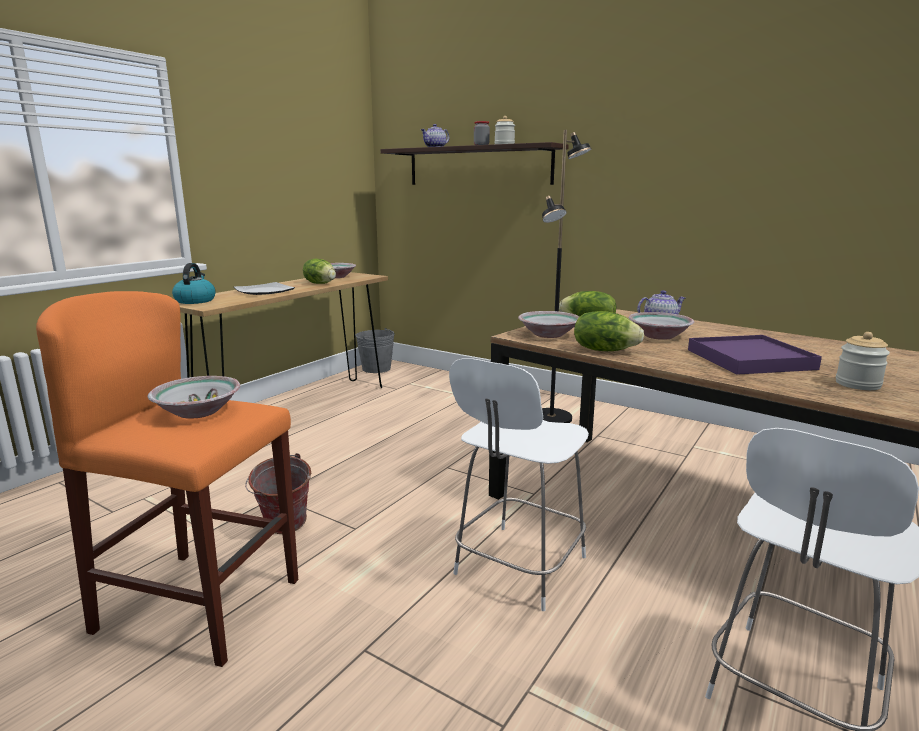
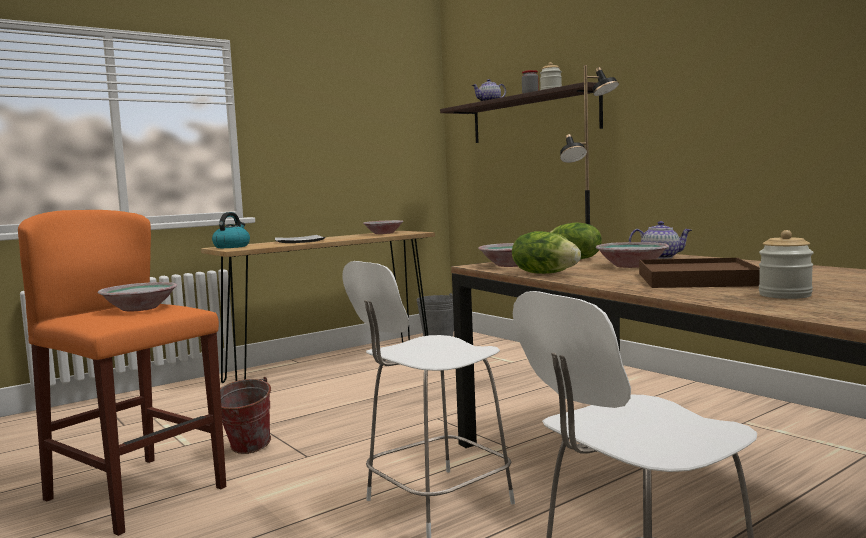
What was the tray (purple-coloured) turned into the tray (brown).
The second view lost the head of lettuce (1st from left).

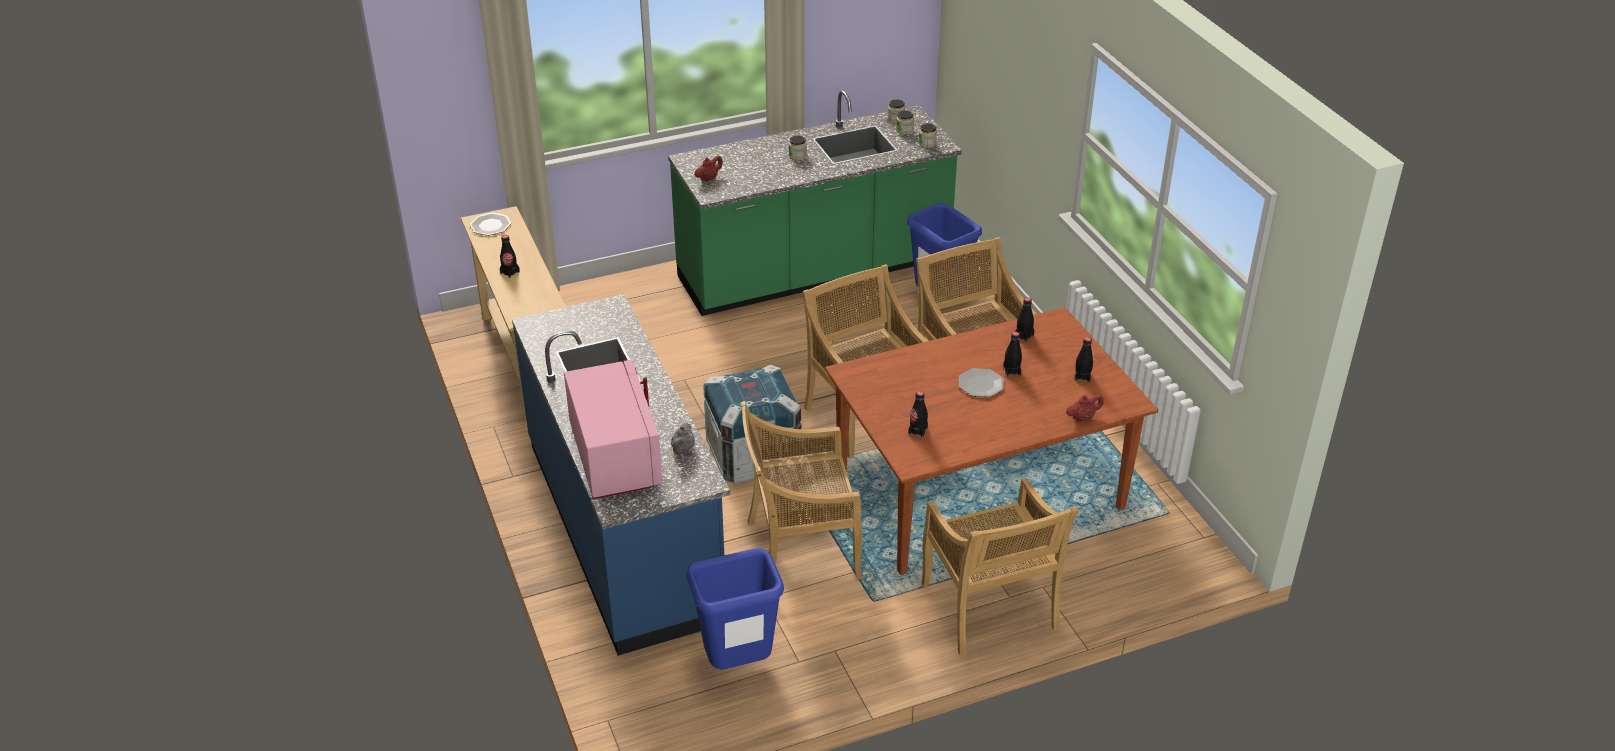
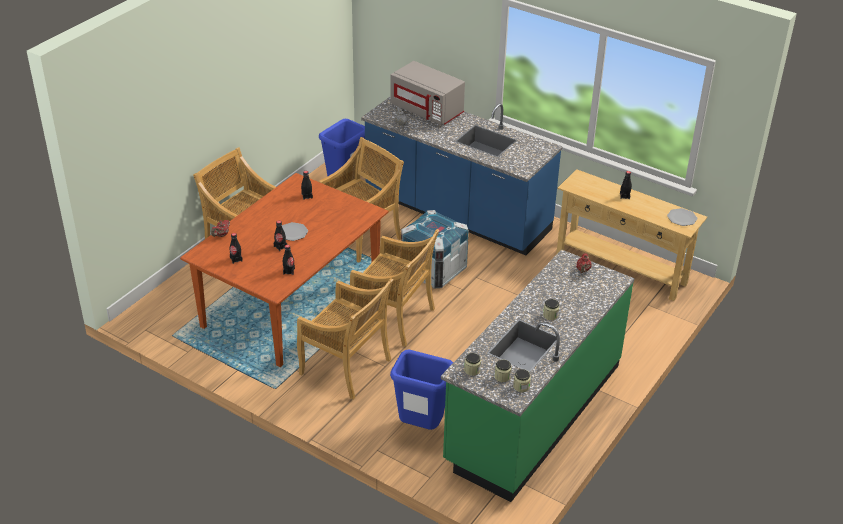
What was the microwave (pinkish) turned into the microwave (gray).

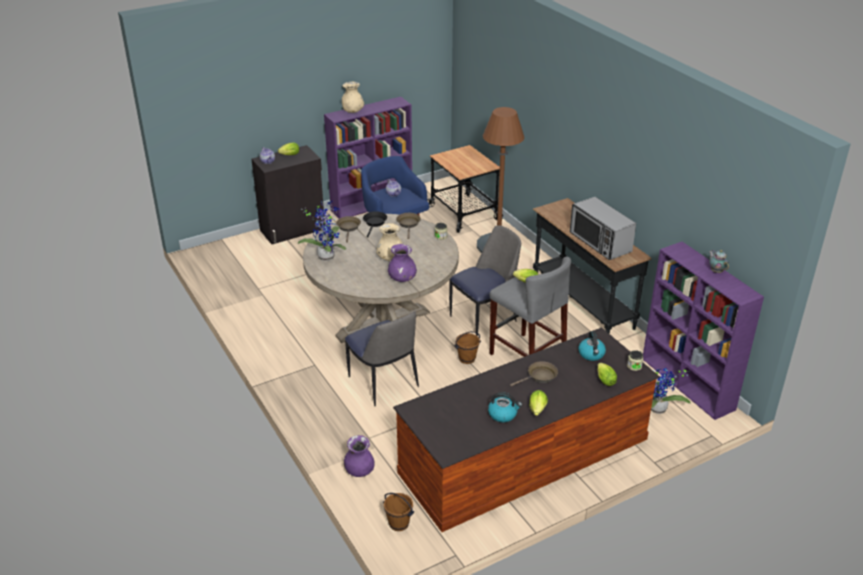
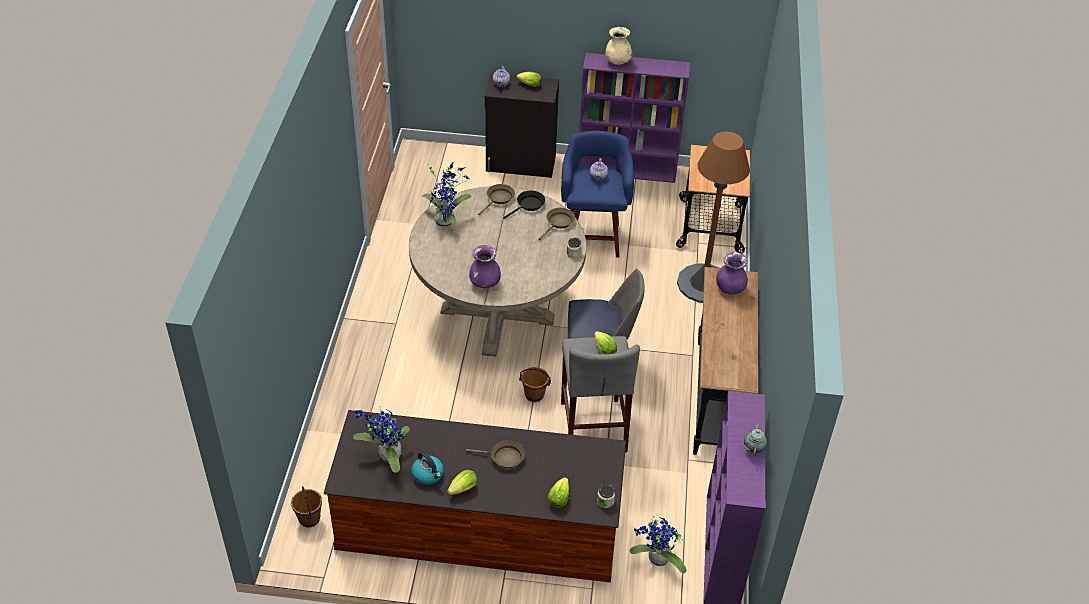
The second view gained the plant in a pot (1st from left).
The vase (purple-coloured) (1st from left in the first image) ended up elsewhere.
The second view lost the chair (1st from left).
The second view lost the vase (beige) (2nd from left).
The second view lost the microwave.
The second view lost the tea kettle (2nd from left).

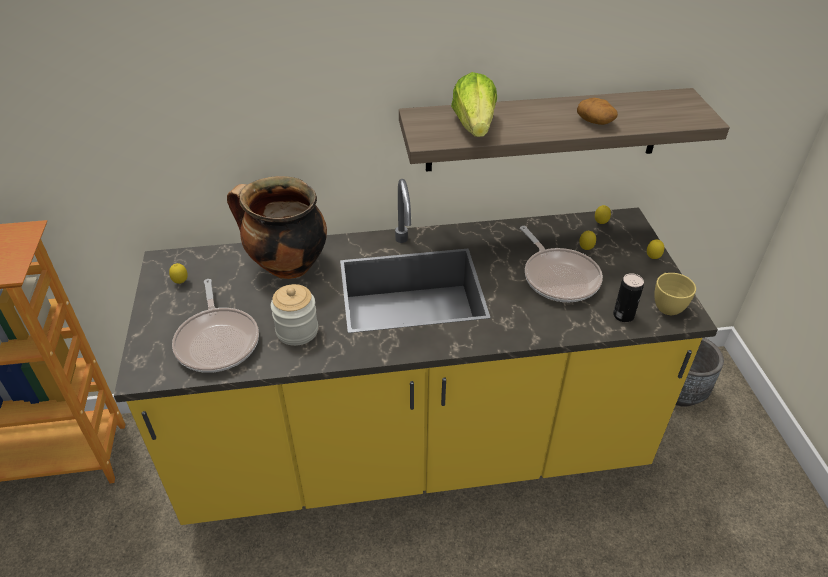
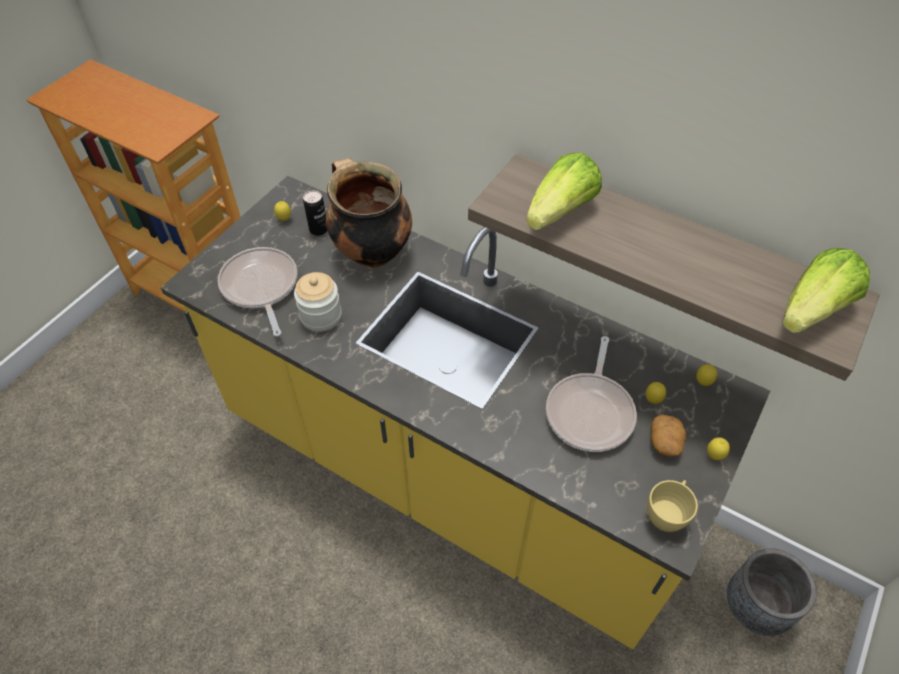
The frying pan (1st from left) ended up facing another way, 135 degrees clockwise from before.
The metal can ended up elsewhere.
The spud ended up elsewhere.
The second view gained the head of lettuce (2nd from left).

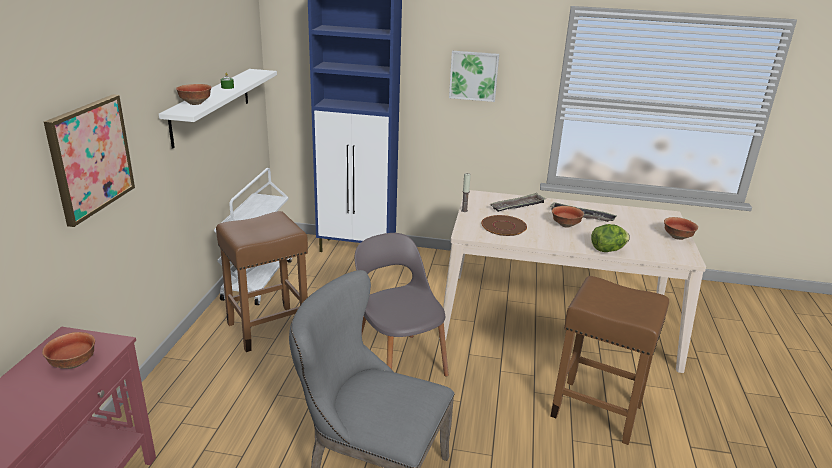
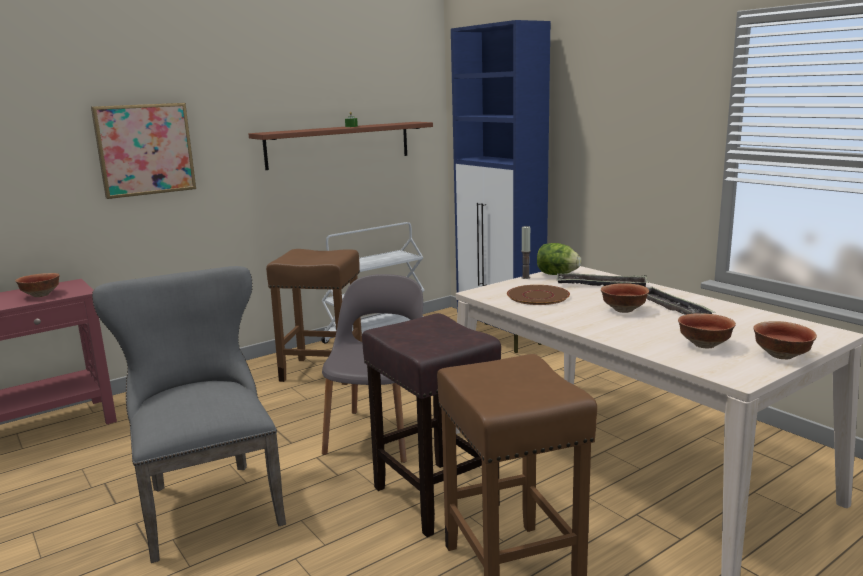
What was the shelf (whitish) turned into the shelf (brown).
The second view gained the stool (brown) (2nd from left).
The head of lettuce ended up elsewhere.
The bowl (2nd from left in the first image) ended up elsewhere.
The second view lost the wall art (2nd from left).

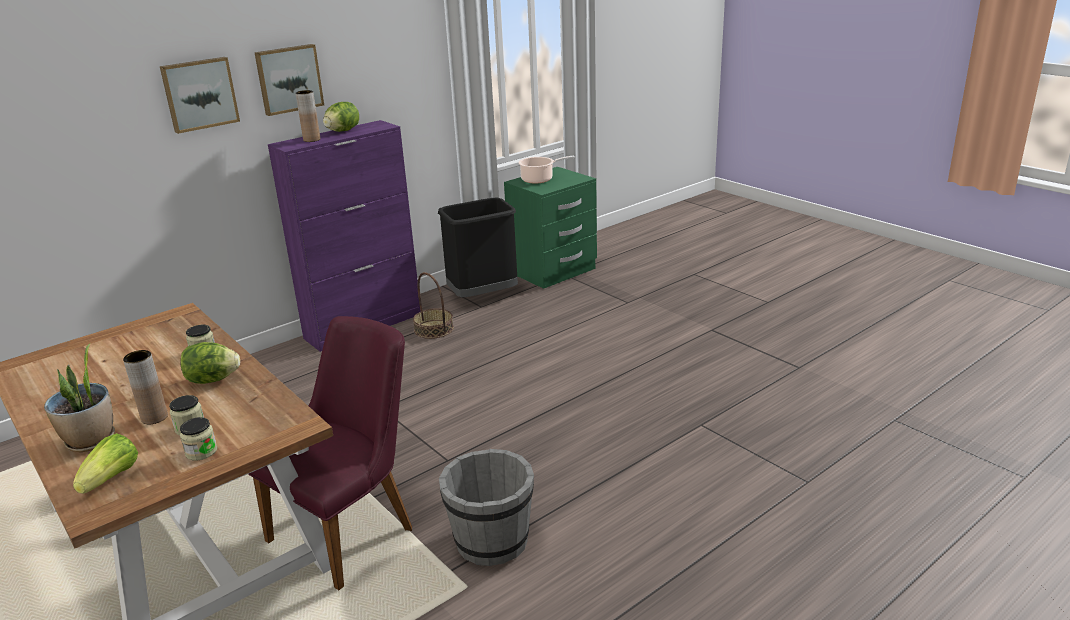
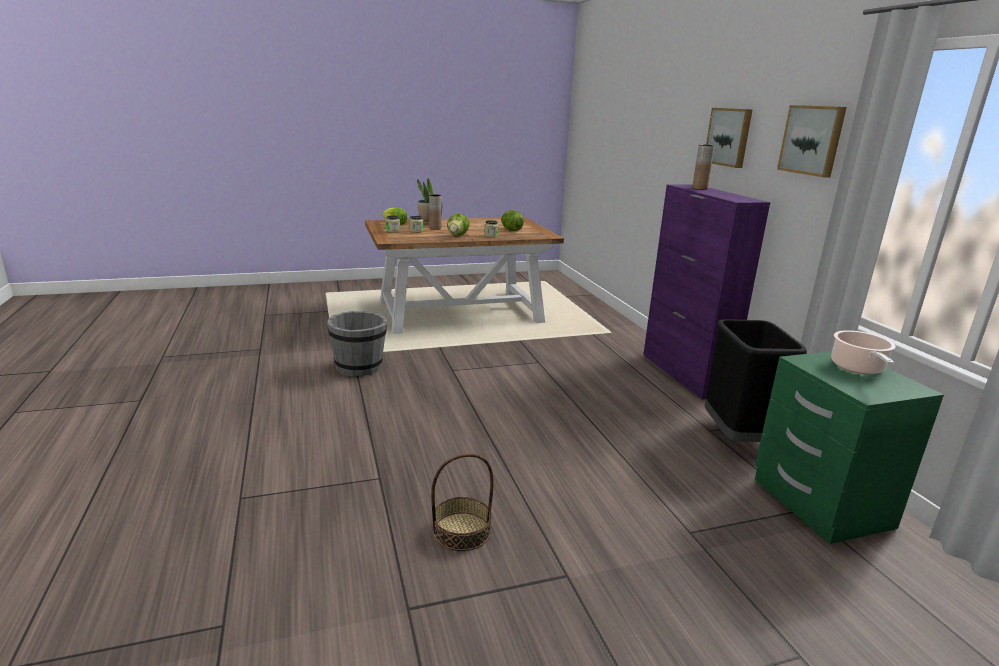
The storage basket ended up elsewhere.
The head of lettuce (3rd from left) ended up elsewhere.
The wall art (1st from left in the first image) ended up elsewhere.
The second view lost the chair (purple-coloured).

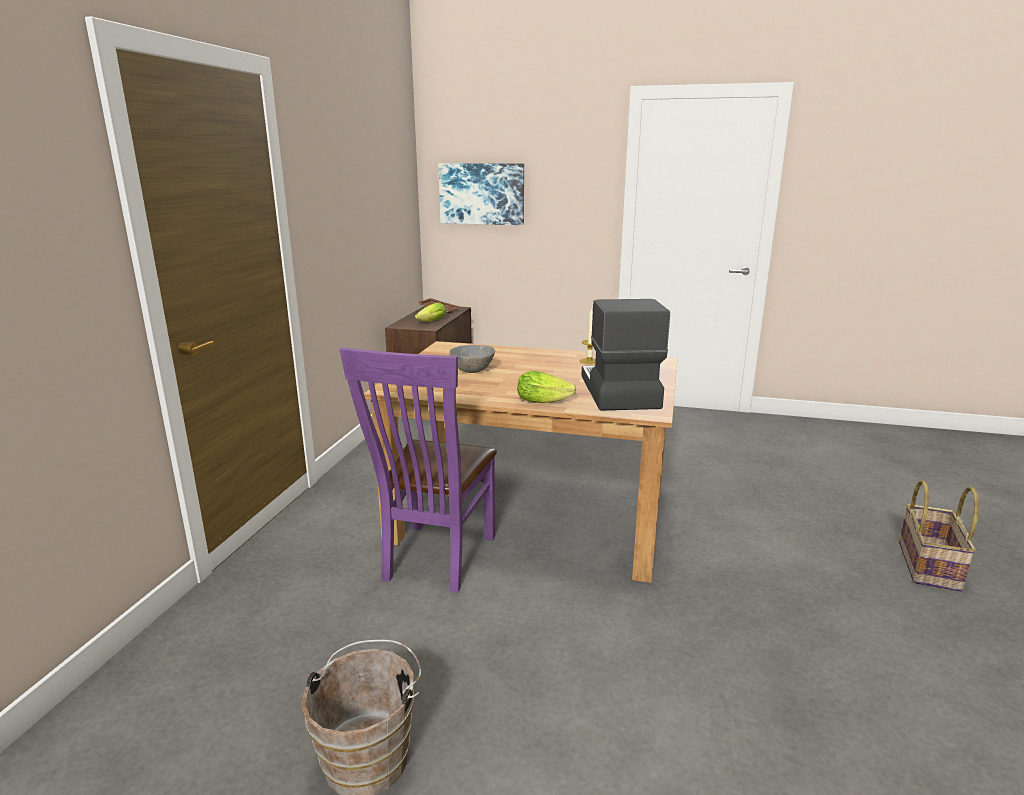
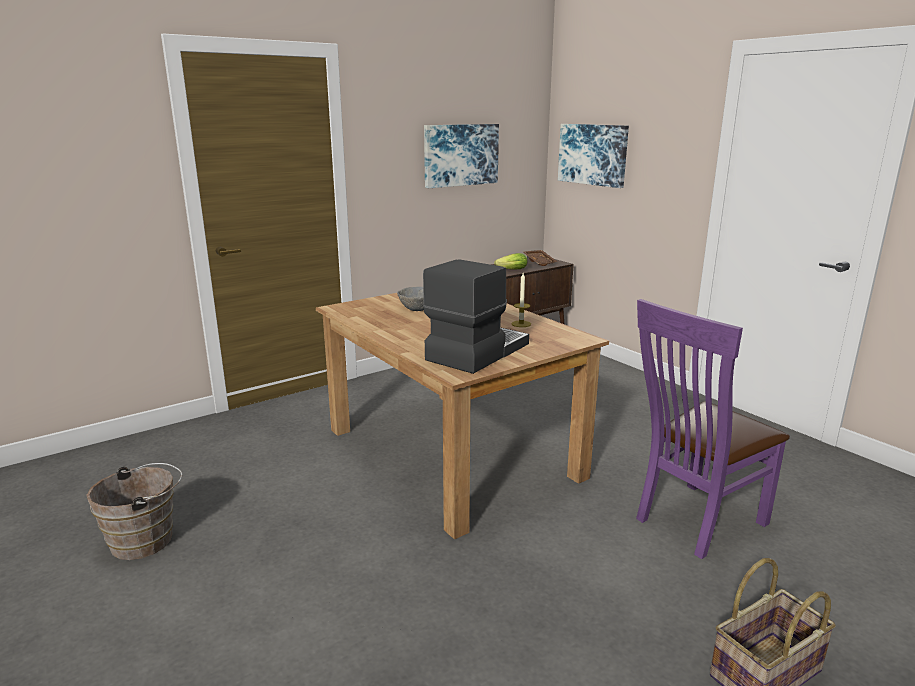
The second view gained the wall art (1st from left).
The chair (purple-coloured) ended up elsewhere.
The second view lost the head of lettuce (2nd from left).

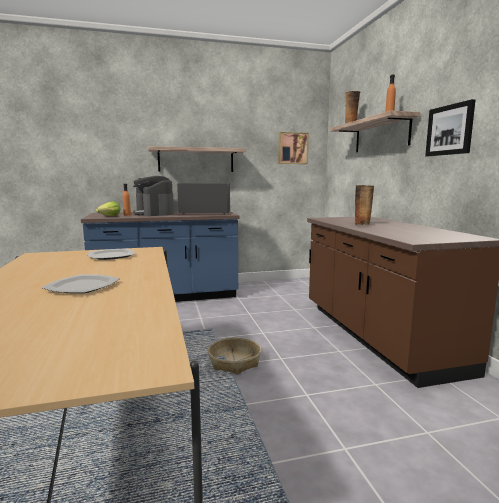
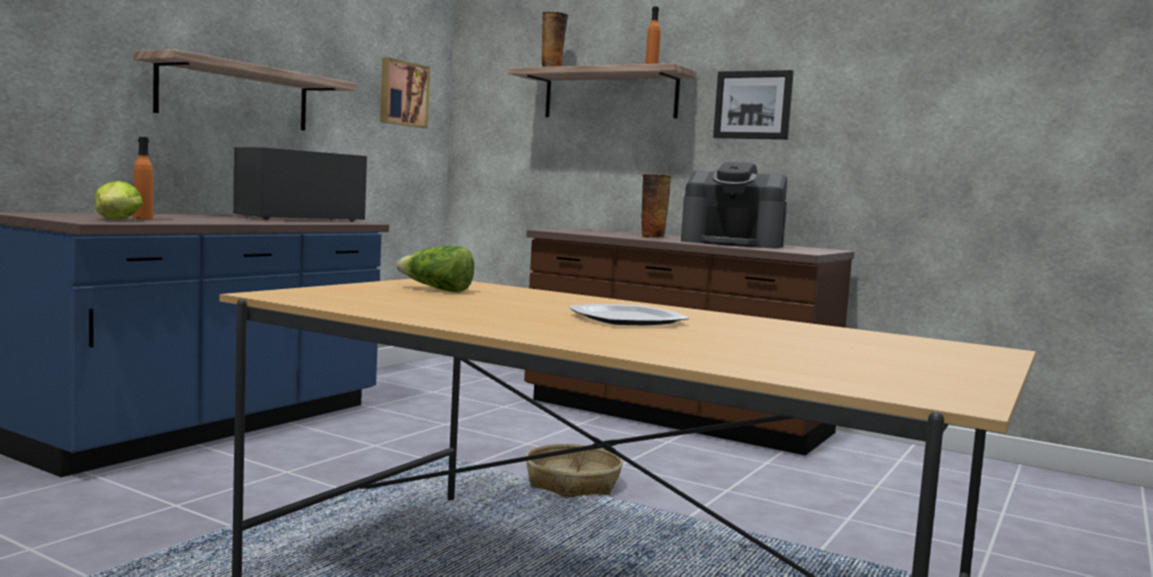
Where the flat dish (2nd from left) stood, the head of lettuce (2nd from left) came to stand.
The coffee machine ended up elsewhere.

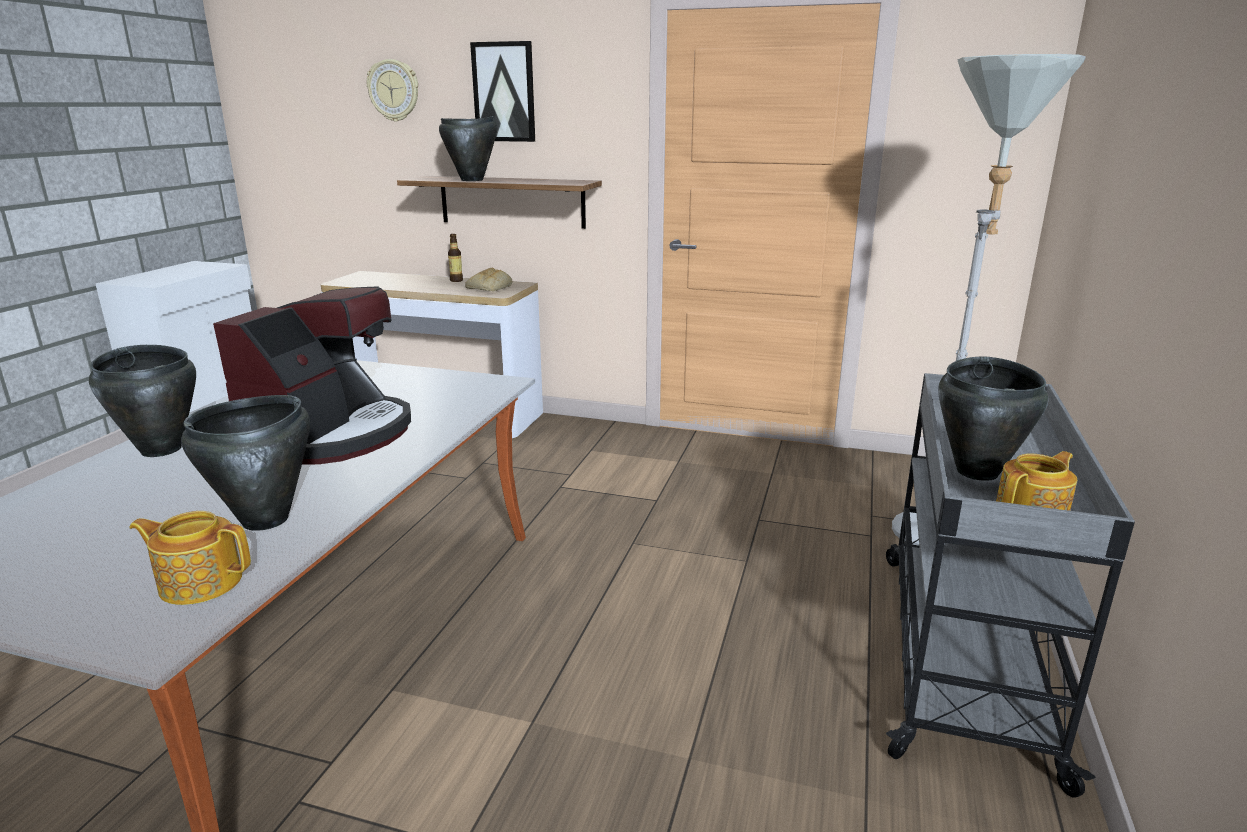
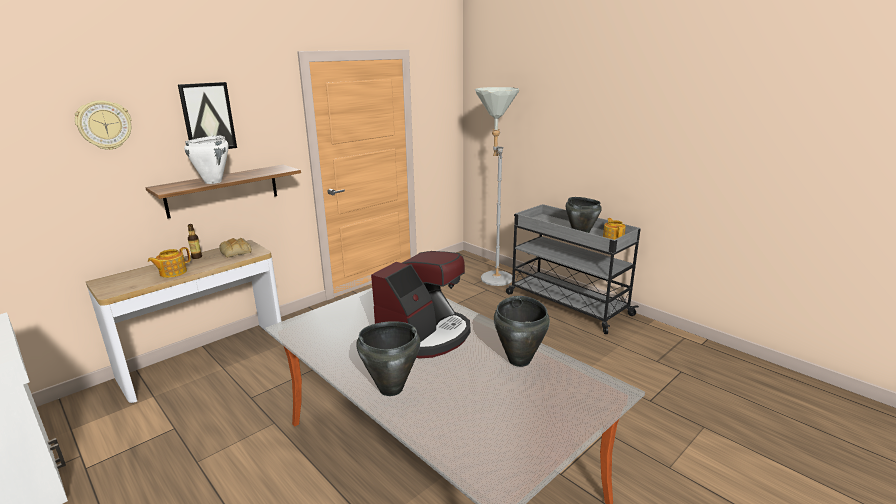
The teapot (1st from left) ended up elsewhere.
What was the cooking pot (black-coloured) (3rd from left) turned into the cooking pot (whitish).
The coffee machine ended up facing another way, 75 degrees clockwise from before.

